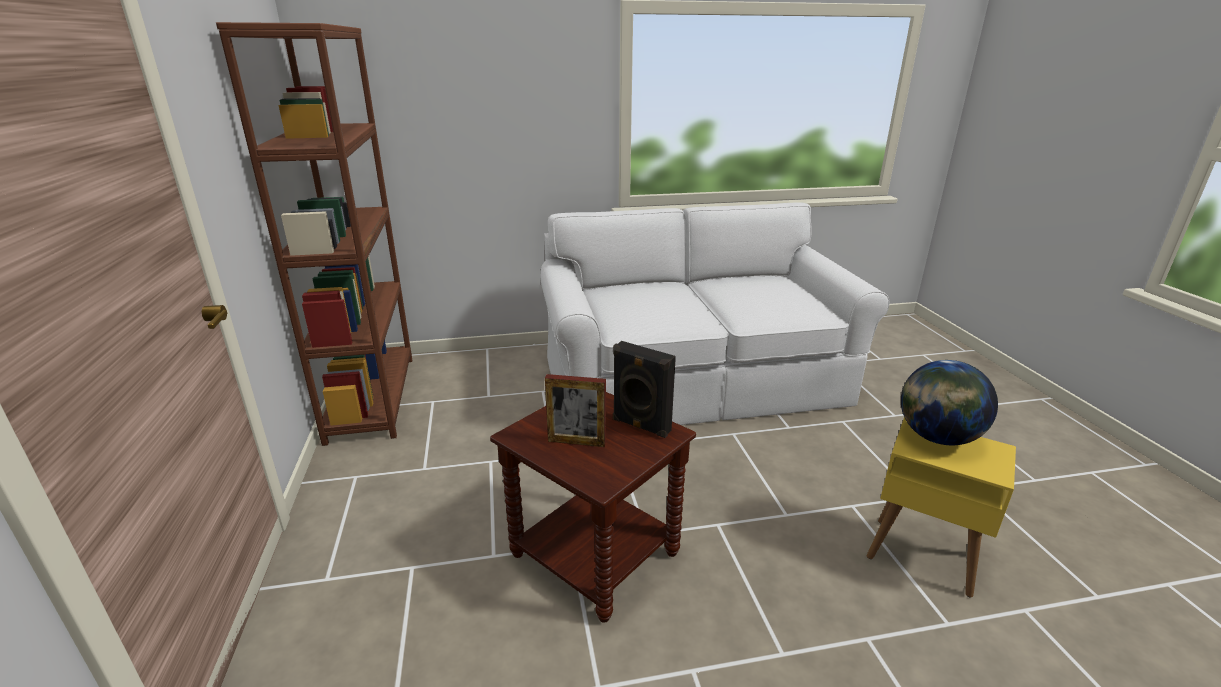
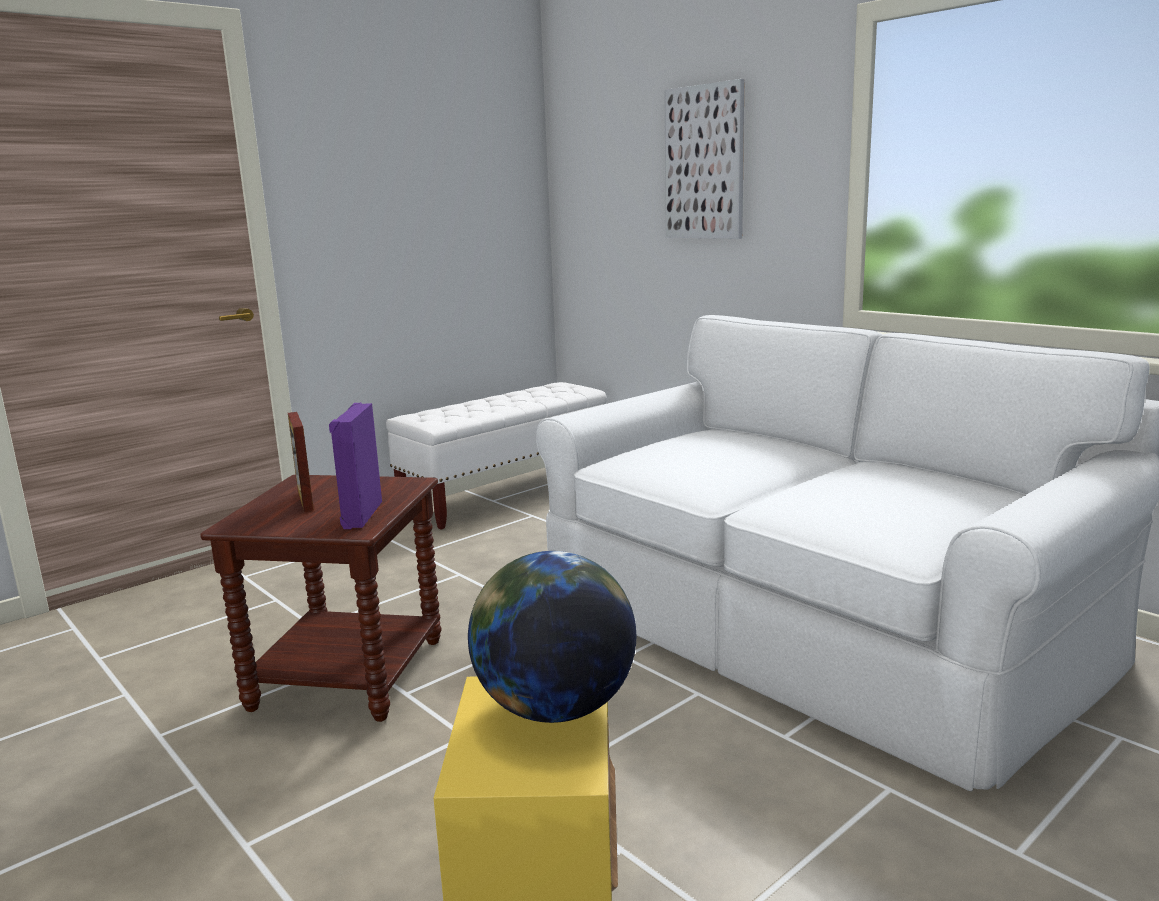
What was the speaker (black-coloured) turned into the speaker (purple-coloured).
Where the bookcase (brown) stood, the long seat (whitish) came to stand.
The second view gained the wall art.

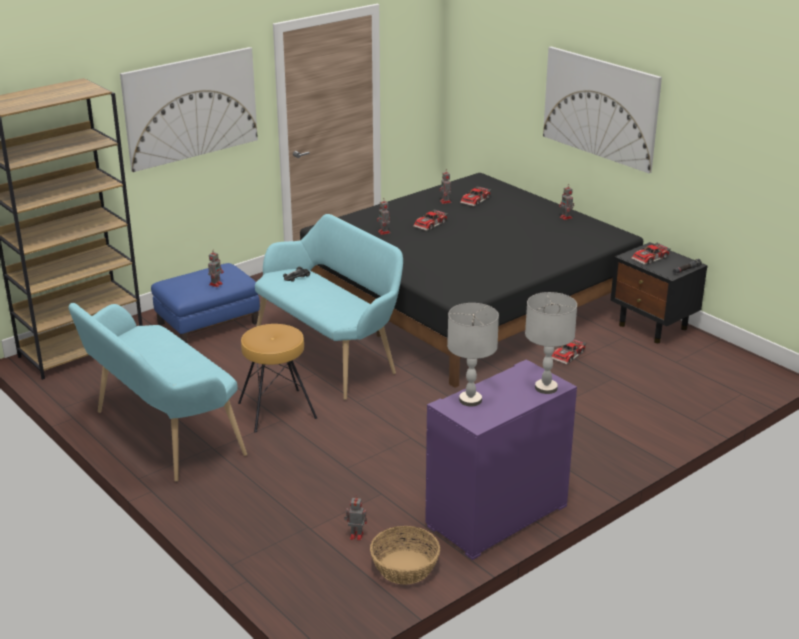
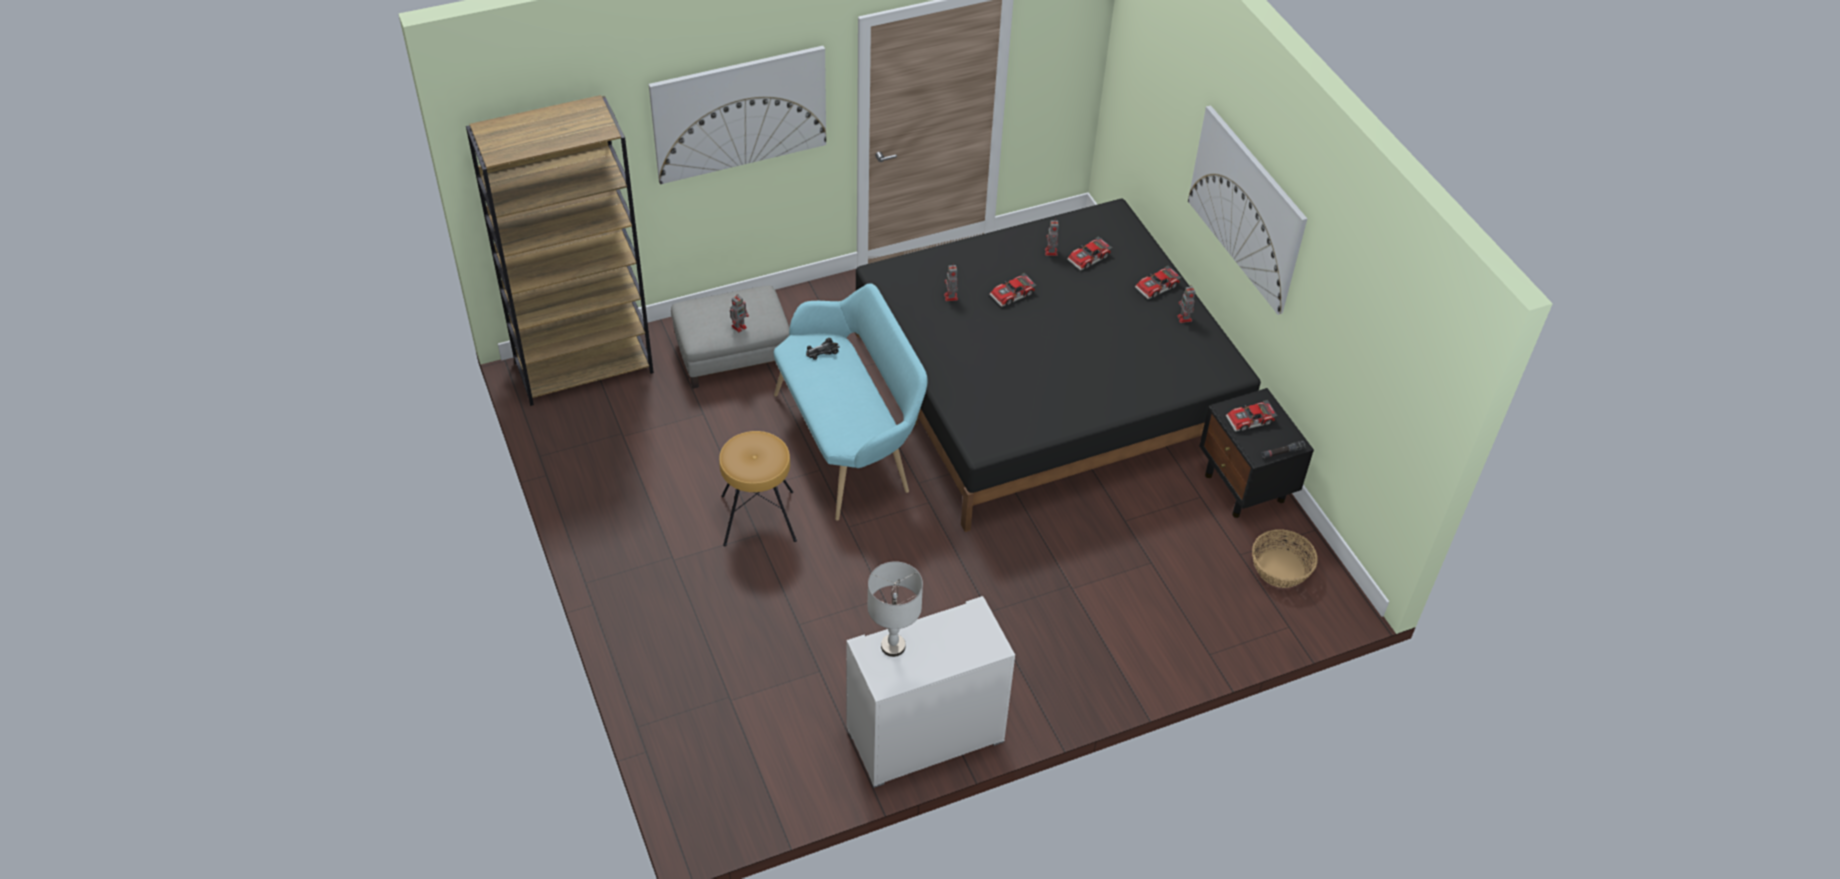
What was the footrest (bluish) turned into the footrest (gray).
What was the drawer chest (purple-coloured) turned into the drawer chest (whitish).
The miniature car (4th from left) ended up elsewhere.
The storage basket ended up elsewhere.
The second view lost the long seat (turquoise) (1st from left).
The second view lost the robot figure (2nd from left).
The second view lost the table lamp (gray) (2nd from left).

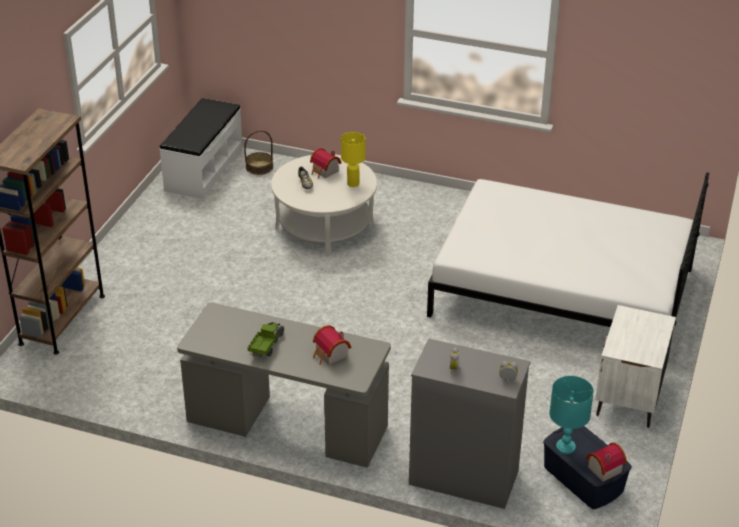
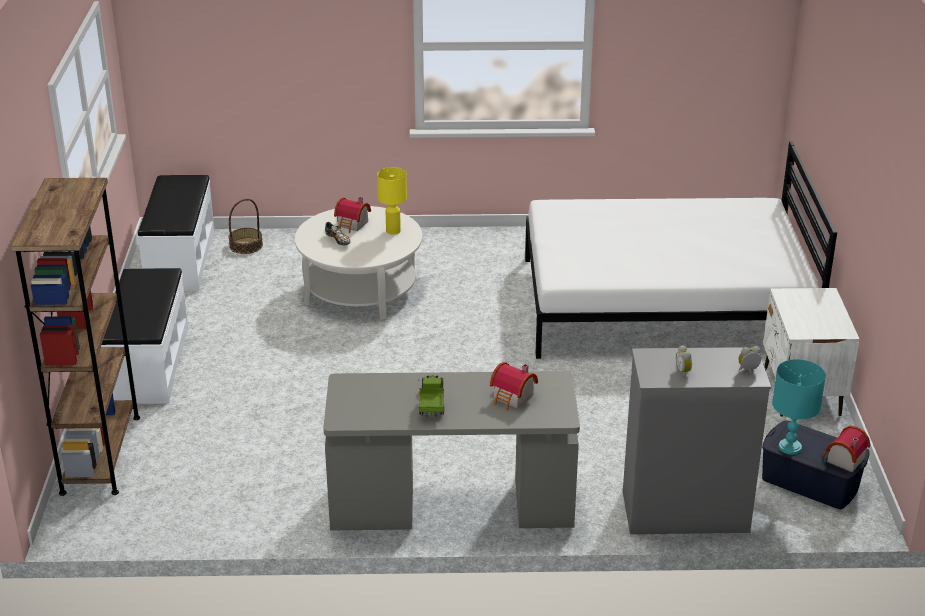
The second view gained the long seat (whitish) (1st from left).

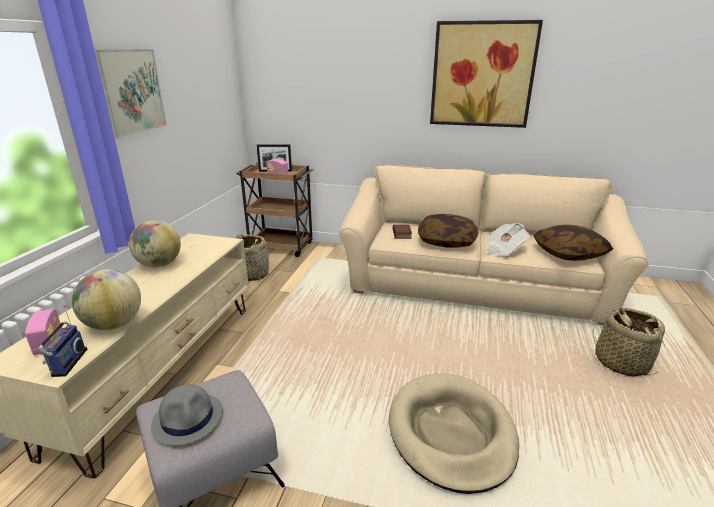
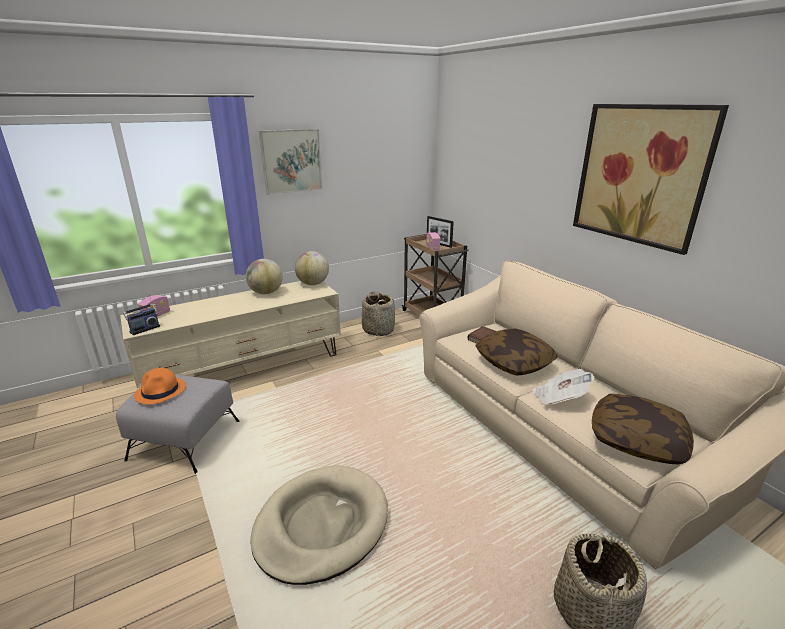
What was the clothing hat (gray) turned into the clothing hat (orange).
The globe (1st from left in the first image) ended up elsewhere.

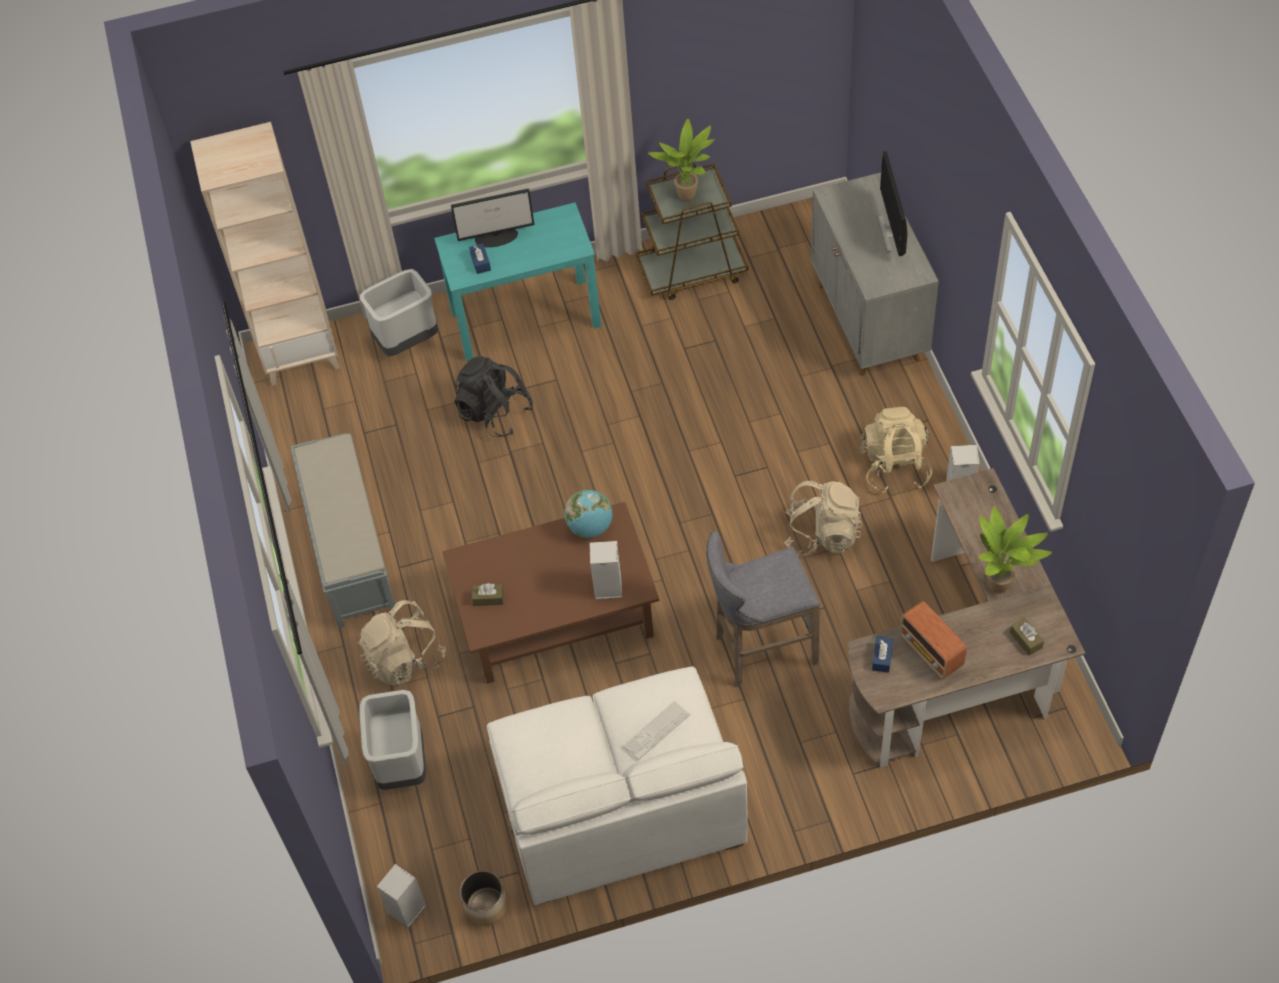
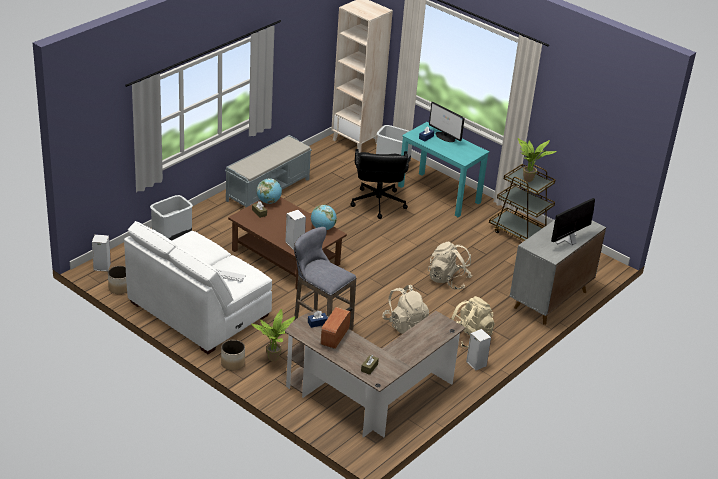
The second view gained the planter (2nd from left).
The plant in a pot (2nd from left in the first image) ended up elsewhere.
The second view gained the globe (1st from left).
Where the rucksack (black-coloured) stood, the computer chair (black-coloured) came to stand.
The rucksack (beige) (1st from left in the first image) ended up elsewhere.

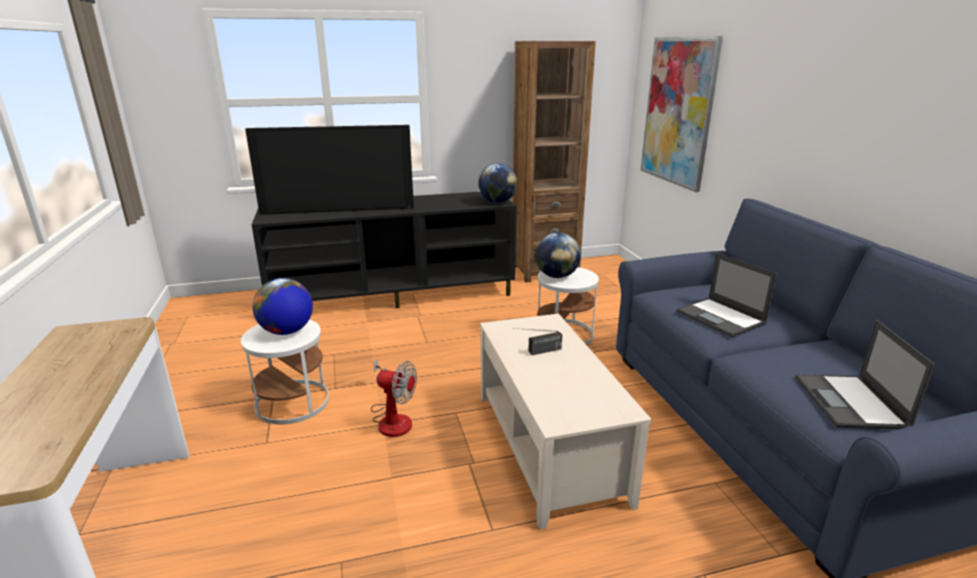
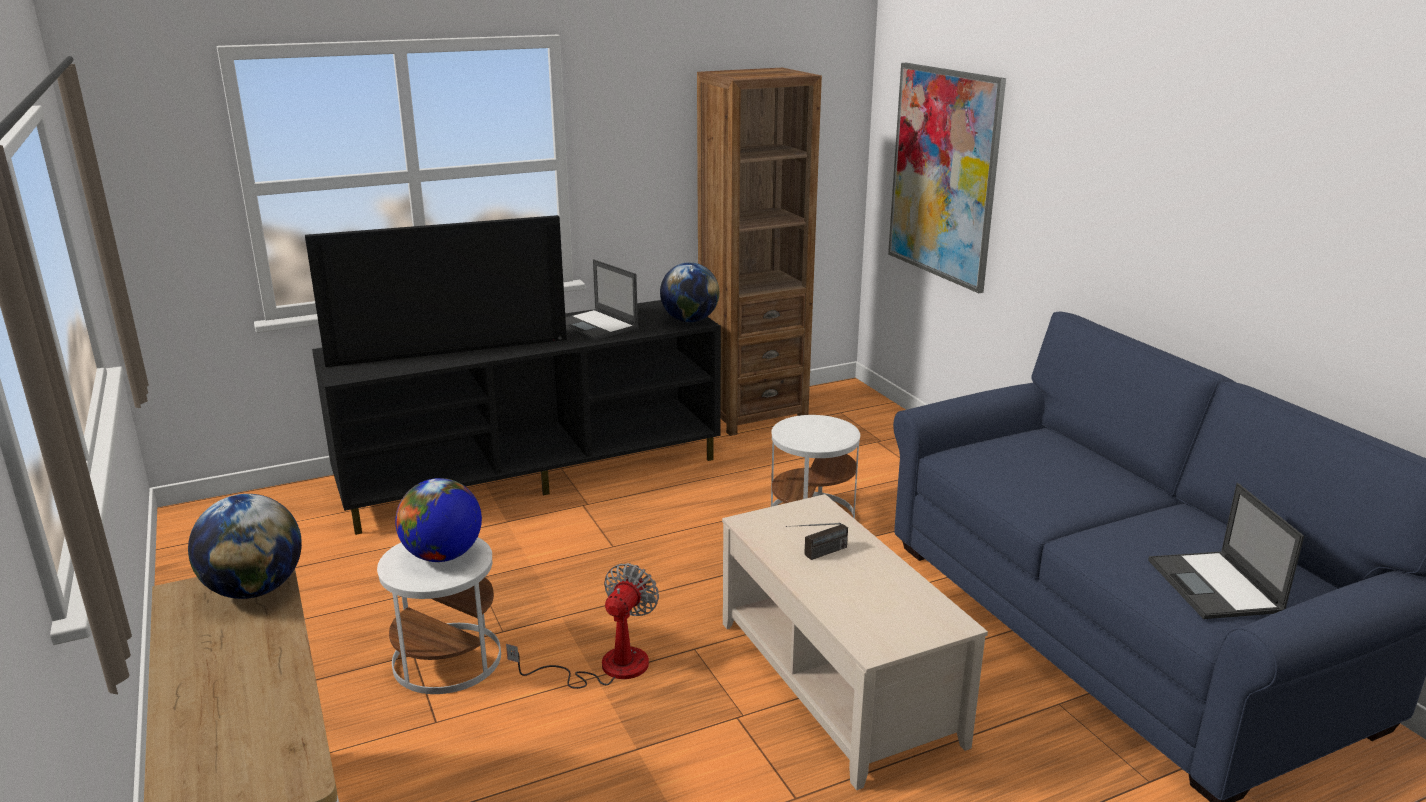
The globe (3rd from left in the first image) ended up elsewhere.
The cooling fan ended up facing another way, 75 degrees counterclockwise from before.
The portable computer (1st from left) ended up elsewhere.

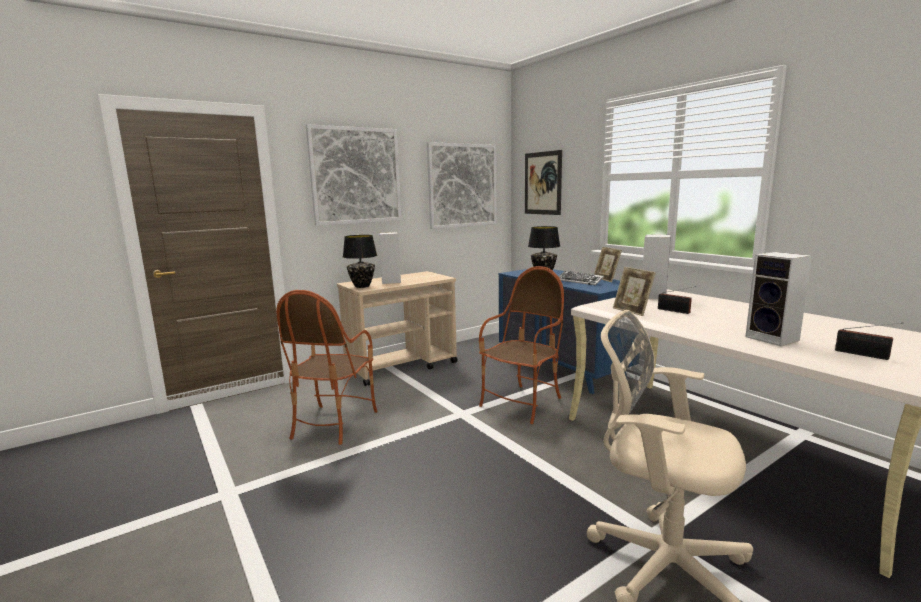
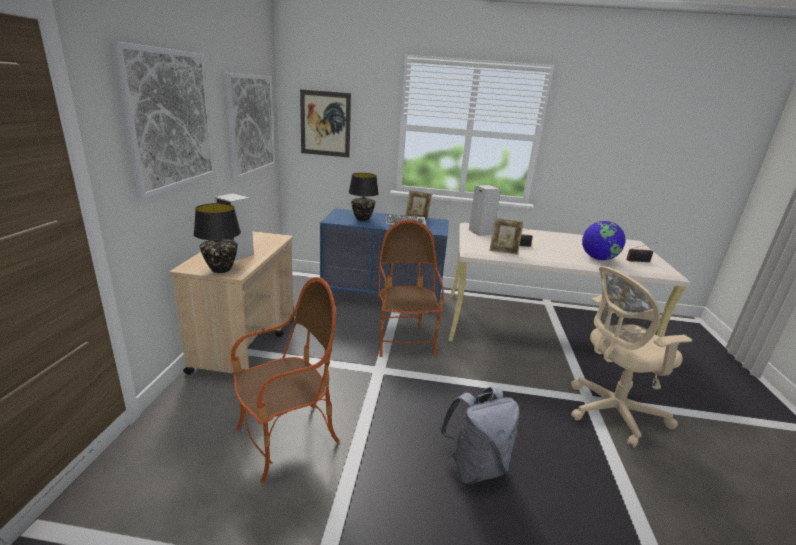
The easy chair (1st from left) ended up facing another way, 90 degrees counterclockwise from before.
The second view gained the rucksack (gray).
Where the speaker (3rd from left) stood, the globe came to stand.

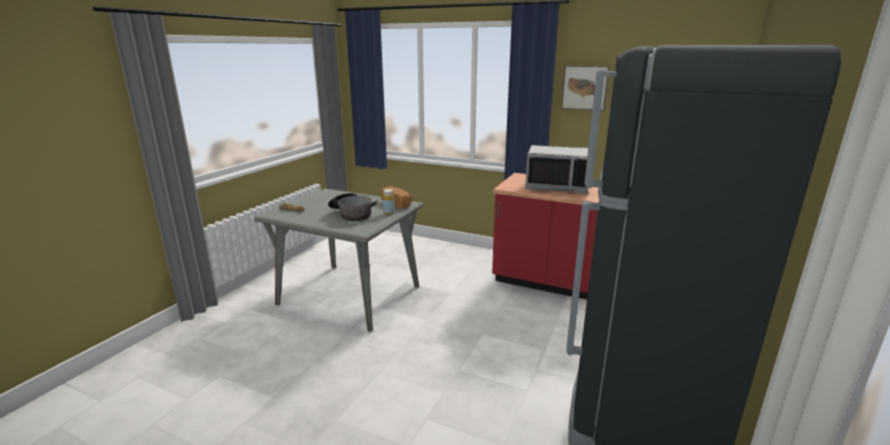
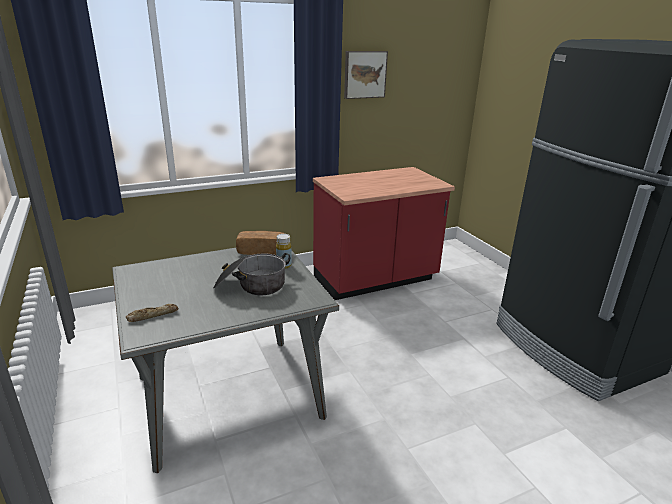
The second view lost the microwave (gray).

